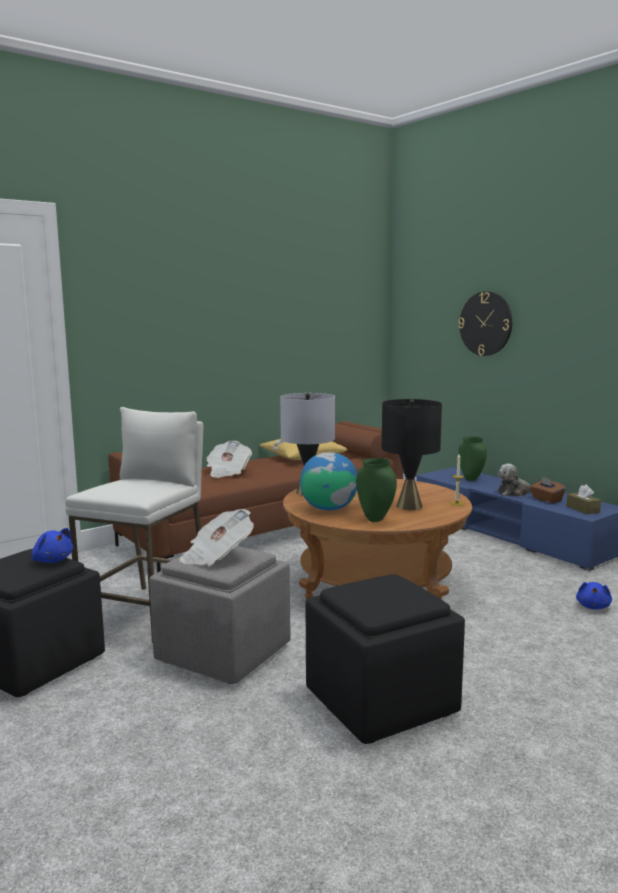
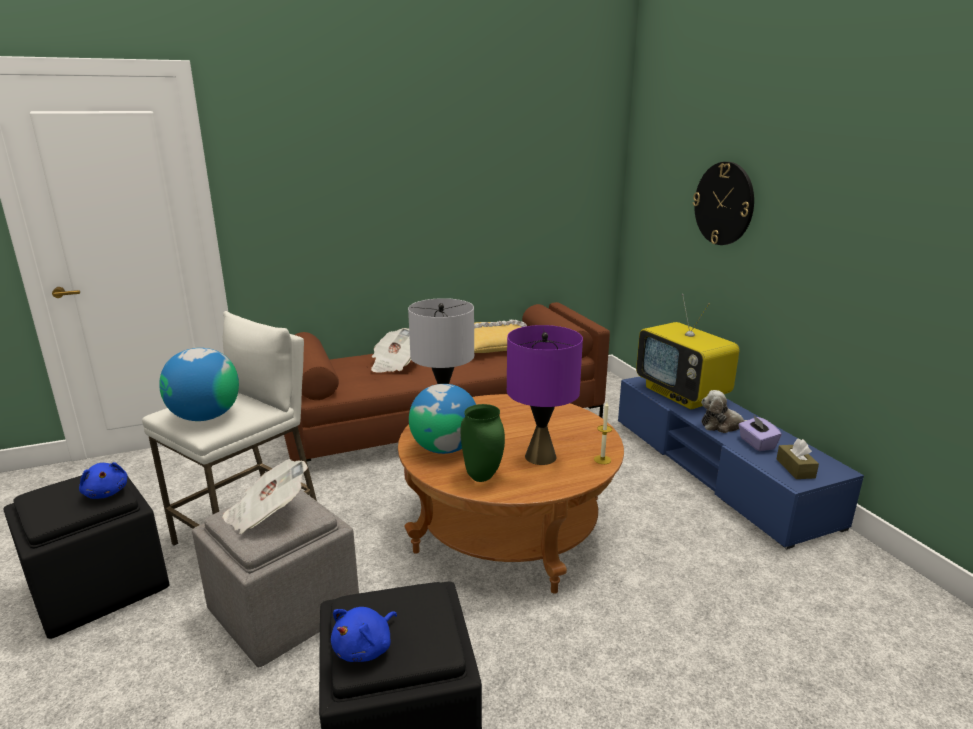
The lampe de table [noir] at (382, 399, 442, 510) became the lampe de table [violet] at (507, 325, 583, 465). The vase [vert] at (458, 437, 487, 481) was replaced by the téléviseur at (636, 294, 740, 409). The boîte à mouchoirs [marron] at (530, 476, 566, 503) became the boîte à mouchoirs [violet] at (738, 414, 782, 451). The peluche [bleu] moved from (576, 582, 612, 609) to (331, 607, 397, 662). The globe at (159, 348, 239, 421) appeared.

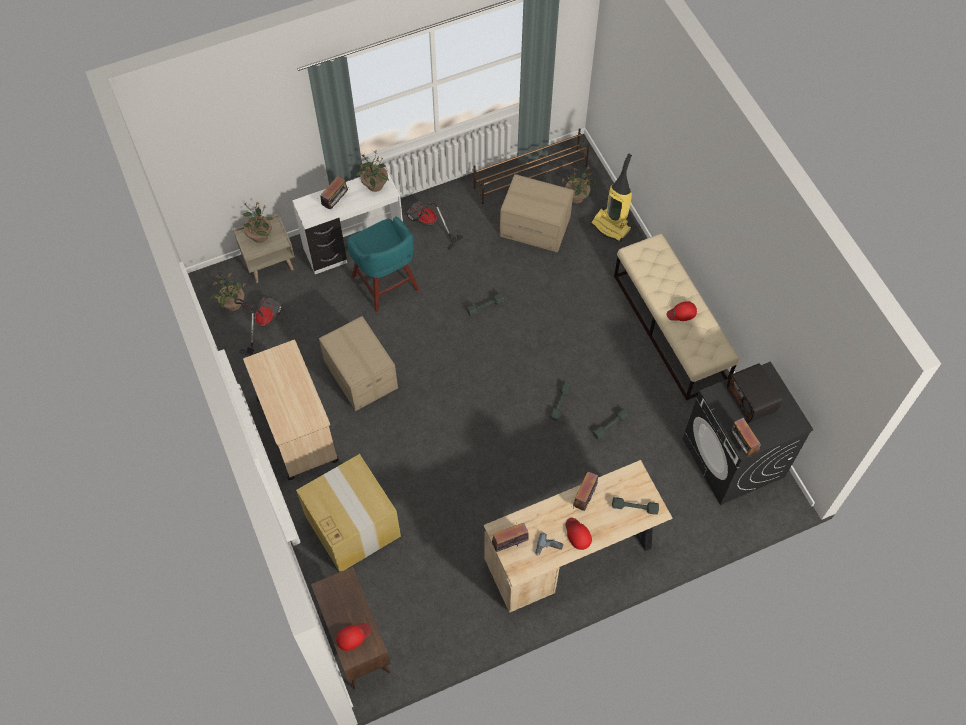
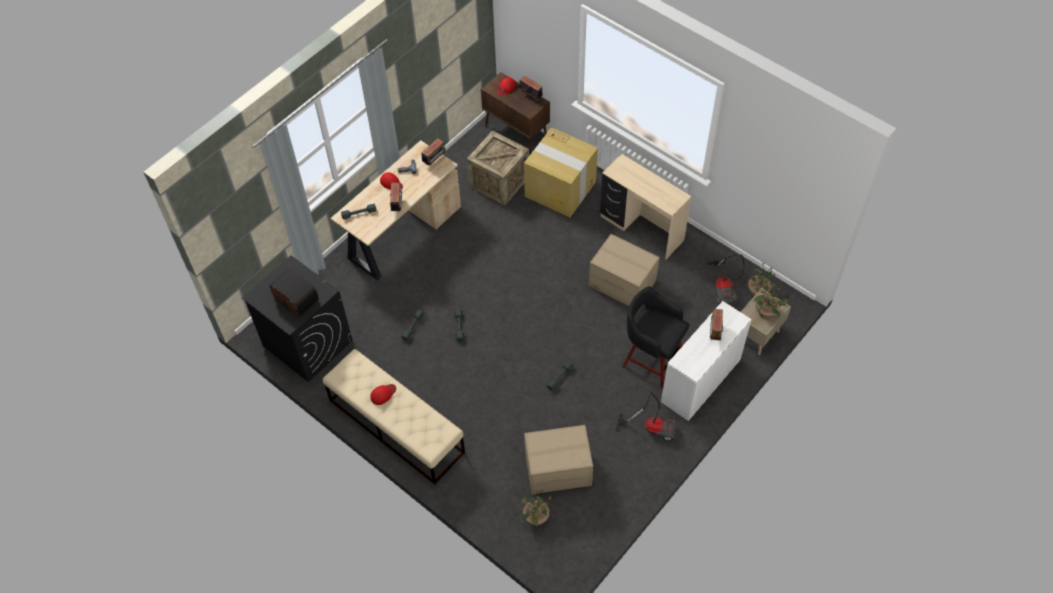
The chariot [beige] at (243, 340, 339, 480) was replaced by the bureau [beige] at (600, 154, 691, 259). The tabouret [turquoise] at (347, 216, 419, 312) became the tabouret [noir] at (622, 286, 689, 388). The plante en pot at (356, 150, 389, 192) disappeared. The étagère à chaussures [marron] at (473, 129, 590, 204) disappeared. The aspirateur at (590, 154, 632, 242) disappeared. The radio moved from (730, 418, 761, 457) to (519, 76, 543, 101). The caisse at (467, 131, 529, 205) appeared.

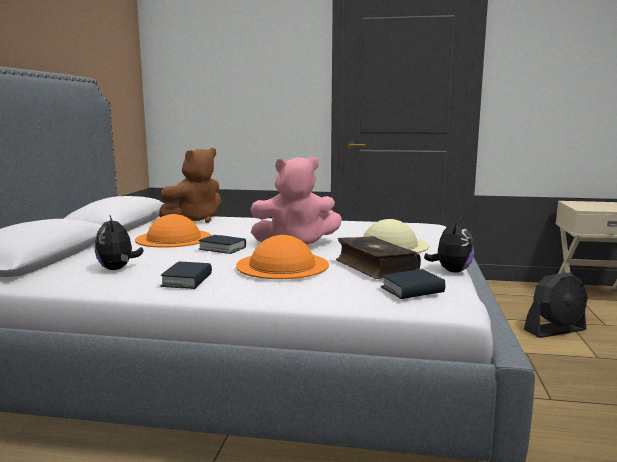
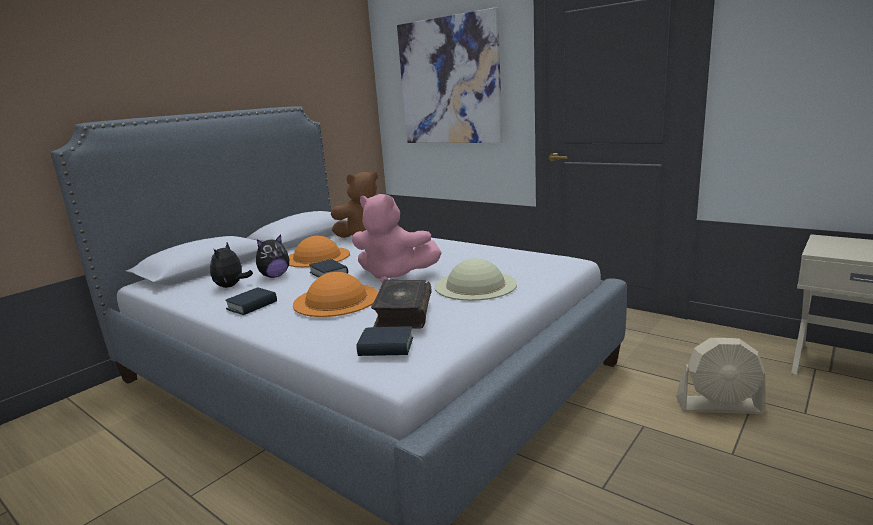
The peluche moved from (424, 217, 474, 272) to (256, 235, 289, 278). The ventilateur [noir] at (524, 272, 588, 338) became the ventilateur [beige] at (676, 338, 766, 414). The tableau at (397, 7, 502, 143) appeared.

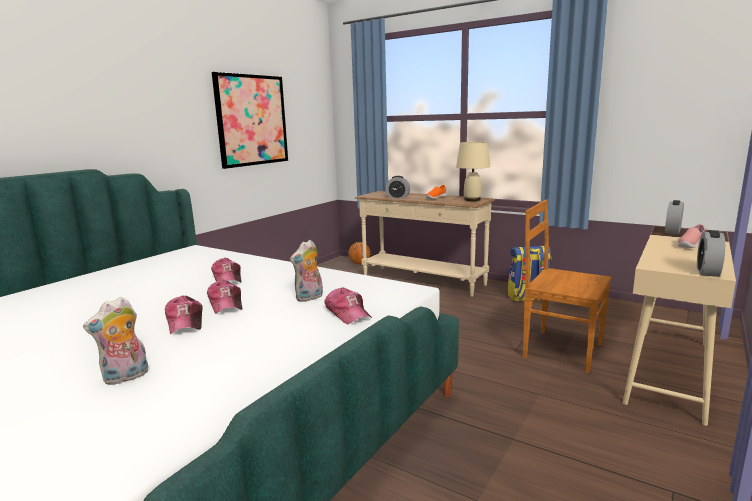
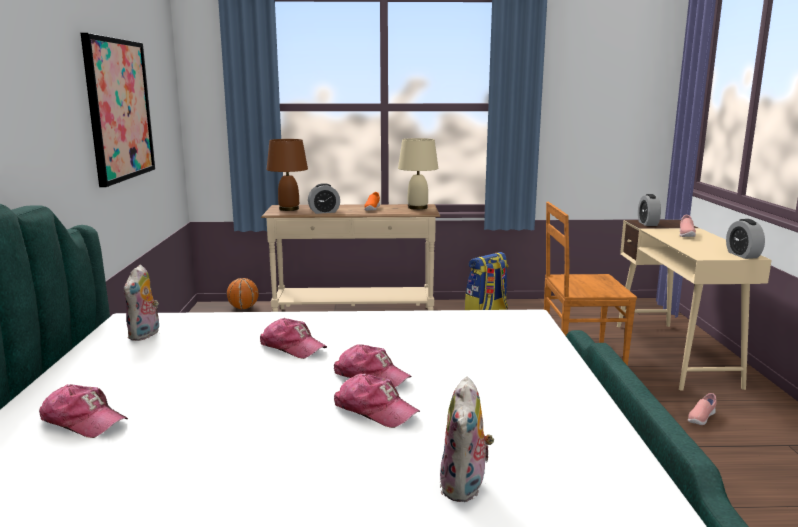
The peluche moved from (290, 240, 323, 302) to (124, 265, 159, 341). The casquette moved from (324, 287, 372, 324) to (39, 384, 128, 438). The lampe de table [marron] at (267, 139, 308, 211) appeared. The chaussure [rose] at (688, 393, 716, 425) appeared.

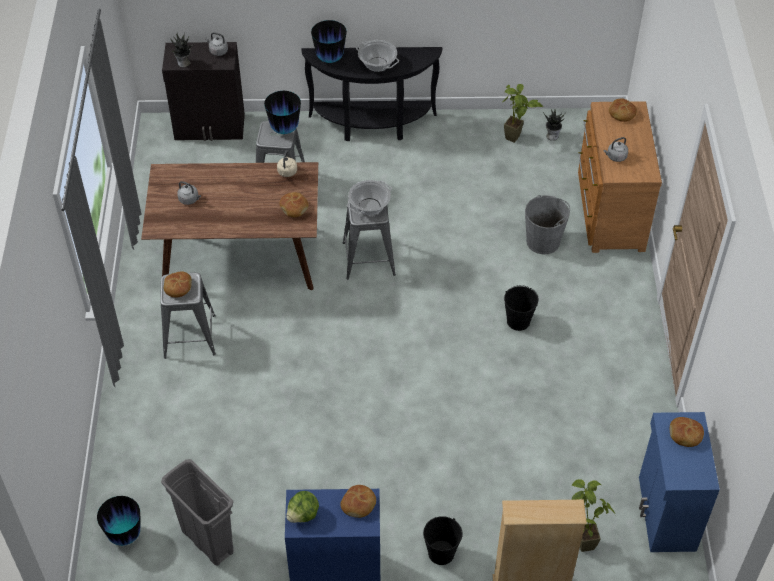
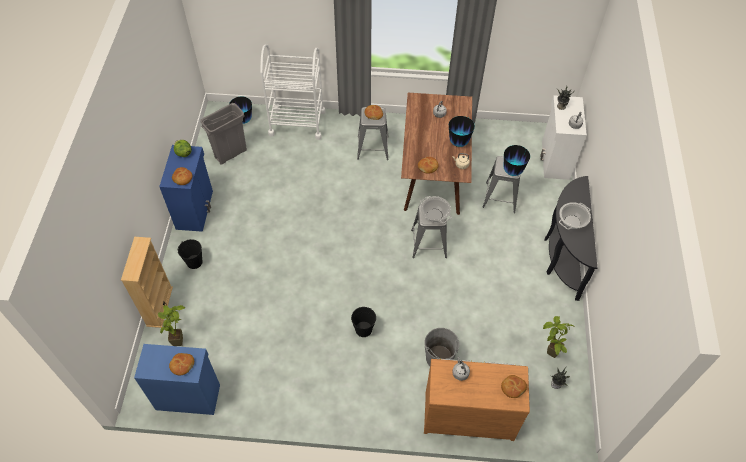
The meuble de rangement [noir] at (162, 42, 245, 141) became the meuble de rangement [blanc] at (540, 96, 587, 180). The vase moved from (311, 20, 347, 63) to (449, 116, 475, 147). The chariot [blanc] at (260, 44, 326, 140) appeared.

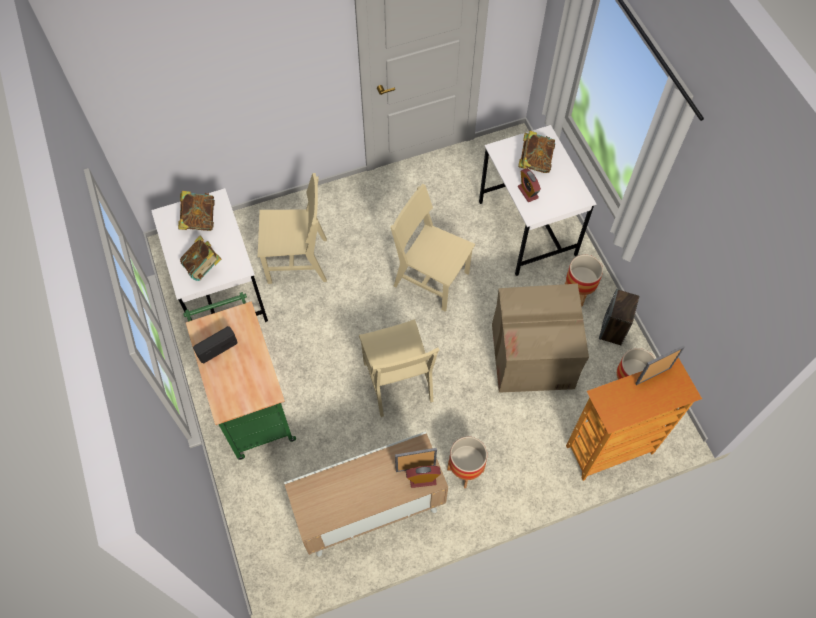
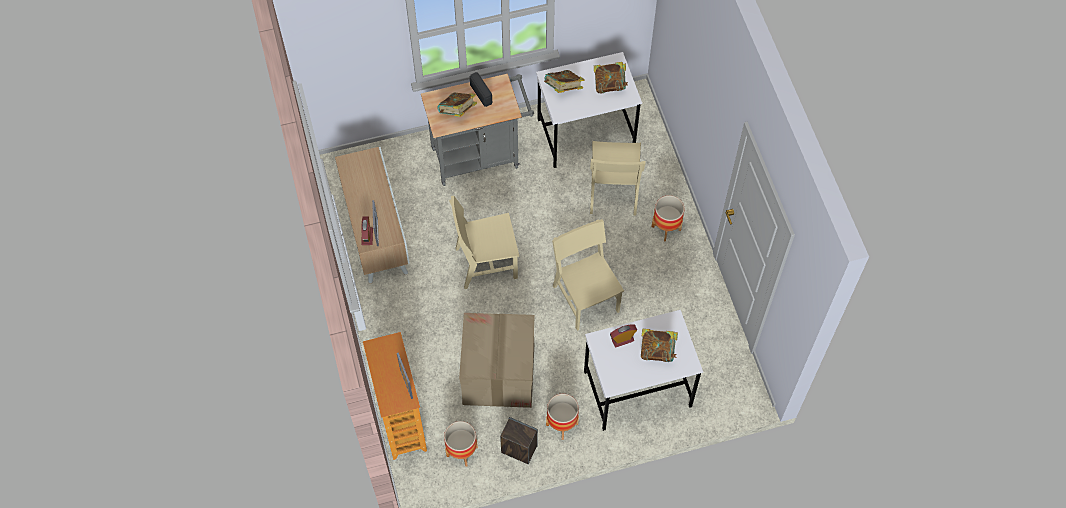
The chariot [vert] at (183, 292, 296, 460) became the chariot [gris] at (421, 74, 534, 186). The chaise [beige] at (391, 184, 475, 312) turned 60 degrees counterclockwise. The cache-pot moved from (447, 437, 487, 488) to (652, 195, 684, 242). The livre at (438, 92, 477, 117) appeared.

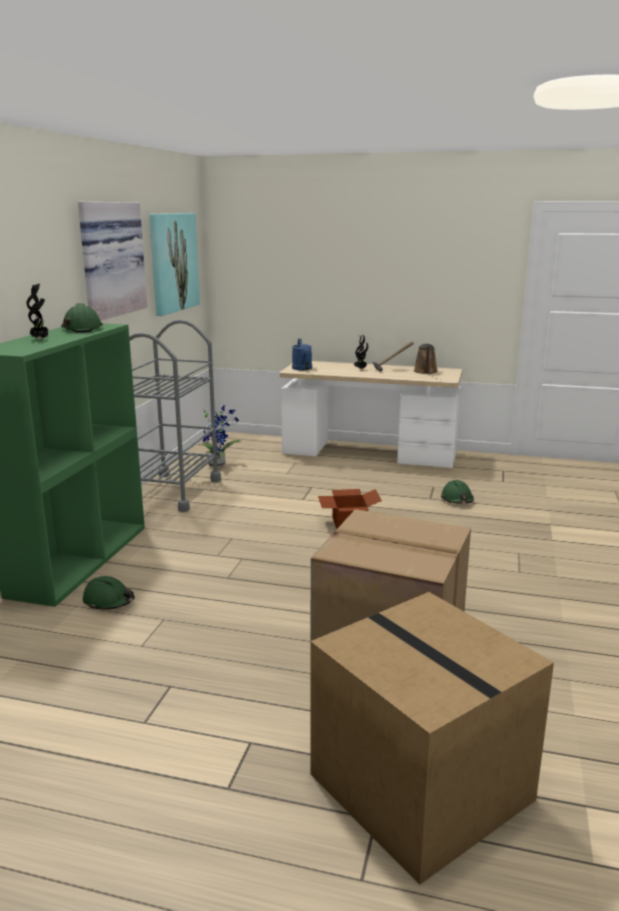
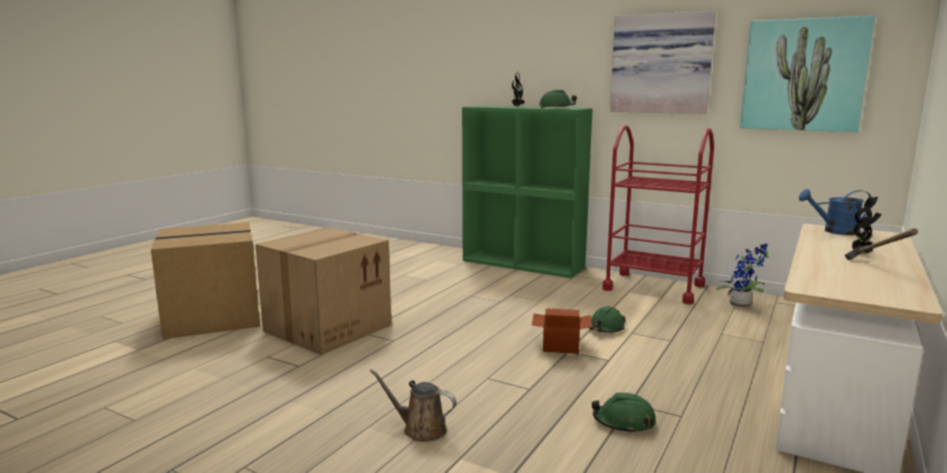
The casque de chantier [vert] moved from (83, 576, 135, 610) to (589, 306, 626, 333). The chariot [gris] at (129, 320, 221, 512) became the chariot [rouge] at (602, 125, 714, 304). The arrosoir [marron] moved from (414, 344, 438, 374) to (370, 369, 457, 442).

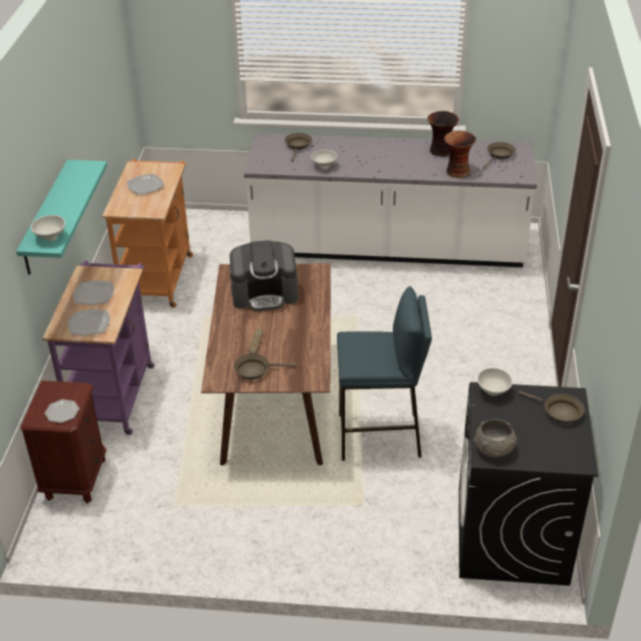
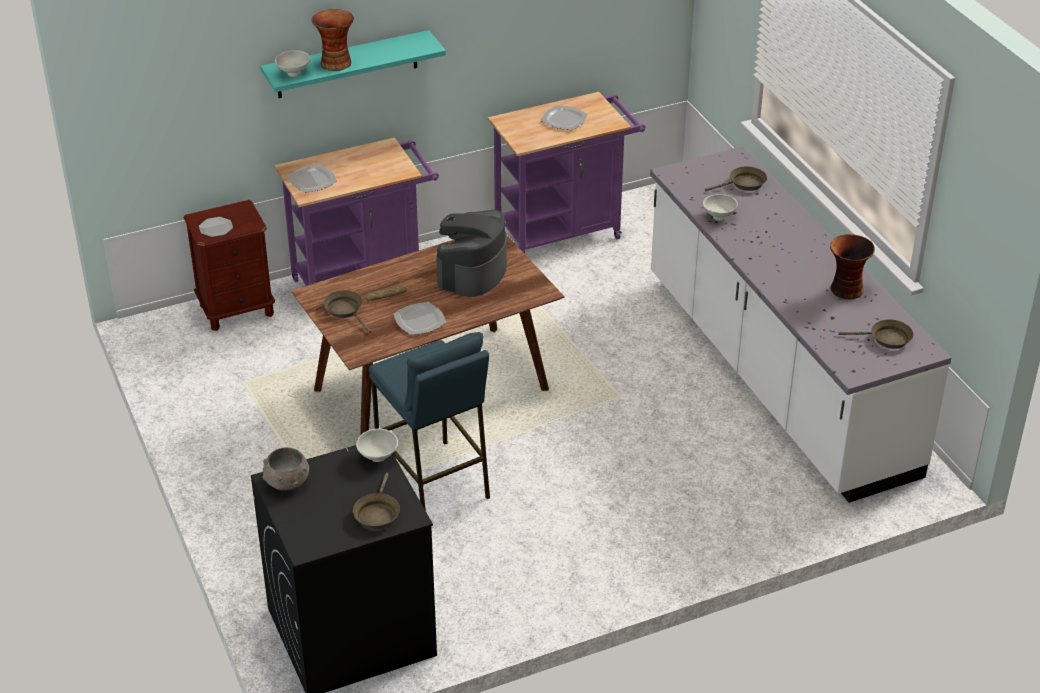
The assiette moved from (73, 280, 114, 305) to (394, 302, 446, 335). The chariot [orange] at (102, 159, 193, 308) became the chariot [violet] at (488, 92, 645, 254). The machine à café at (230, 240, 298, 311) turned 60 degrees clockwise. The vase moved from (444, 131, 476, 178) to (311, 9, 354, 71).

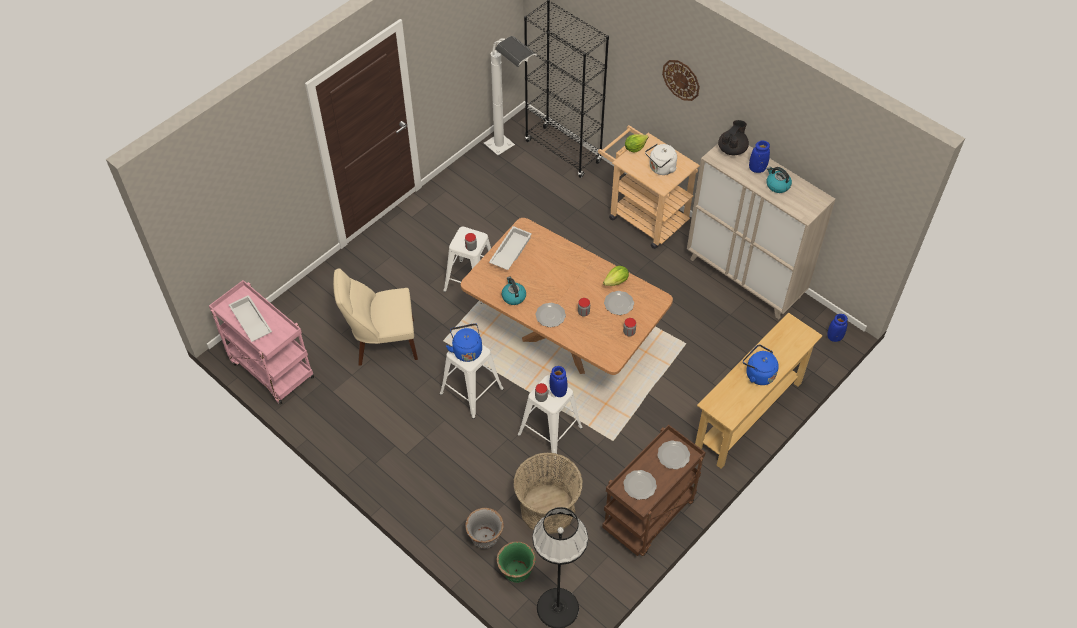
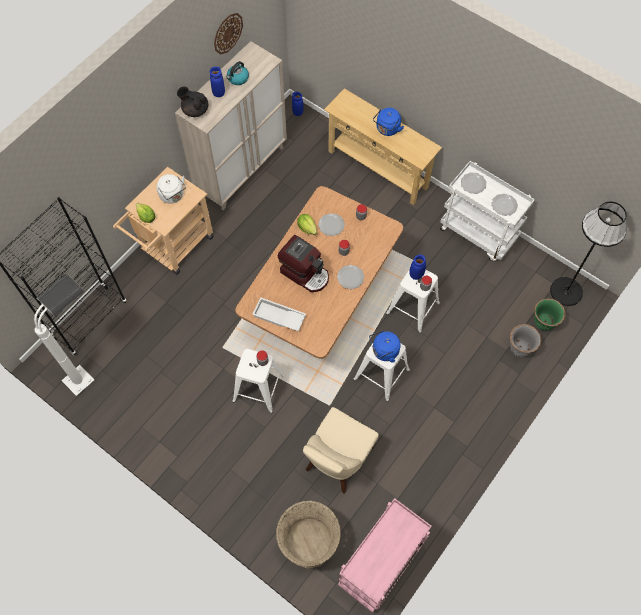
The plateau [blanc] at (229, 295, 272, 342) disappeared. The chaise [beige] at (333, 268, 418, 366) turned 45 degrees clockwise. The bouilloire at (502, 277, 526, 305) disappeared. The panier moved from (513, 453, 583, 534) to (276, 501, 341, 569). The chariot [marron] at (602, 424, 706, 556) became the chariot [blanc] at (440, 161, 535, 261). The horloge murale moved from (662, 60, 700, 101) to (214, 13, 243, 54). The machine à café at (278, 235, 329, 292) appeared.

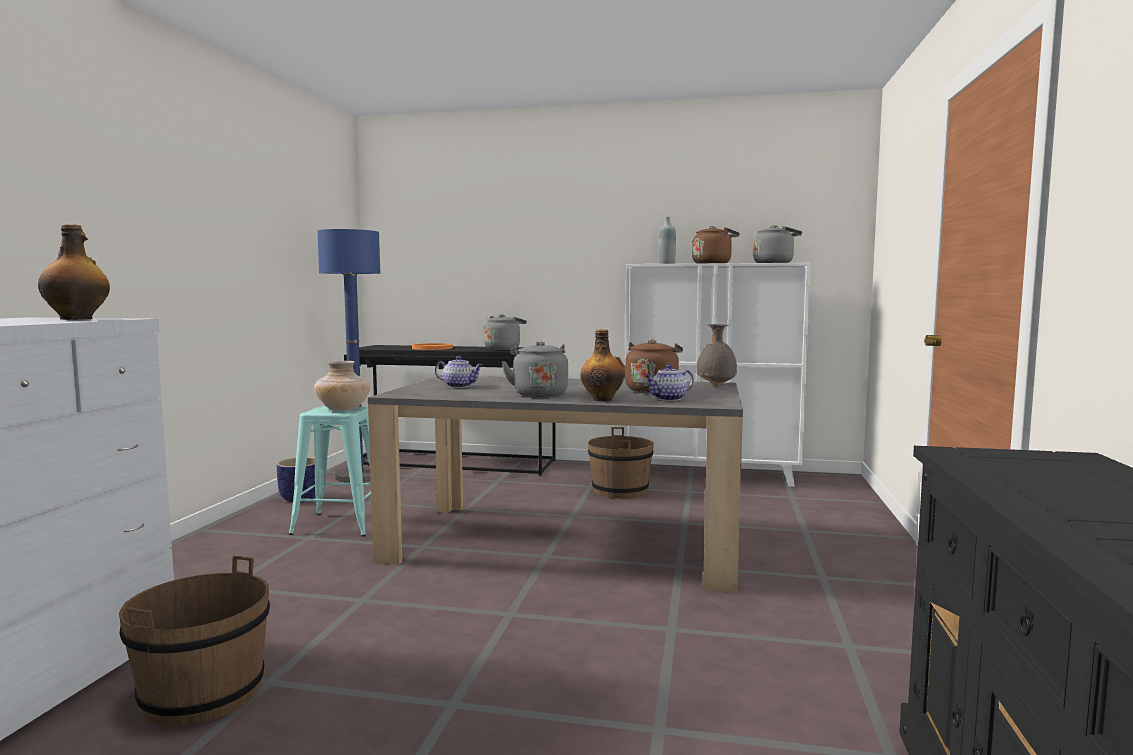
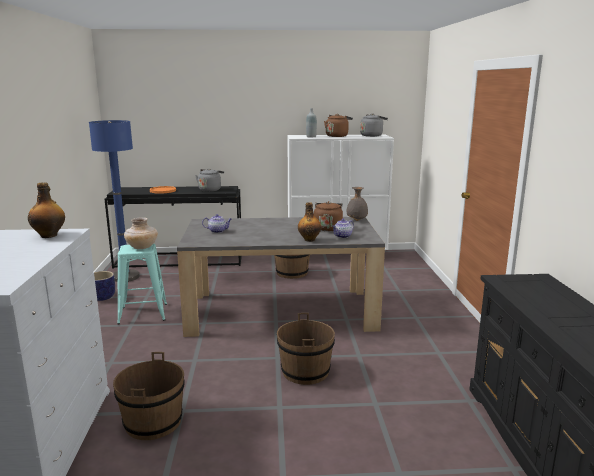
The bouilloire [gris] at (501, 341, 568, 397) disappeared. The seau [marron] at (277, 313, 335, 385) appeared.

